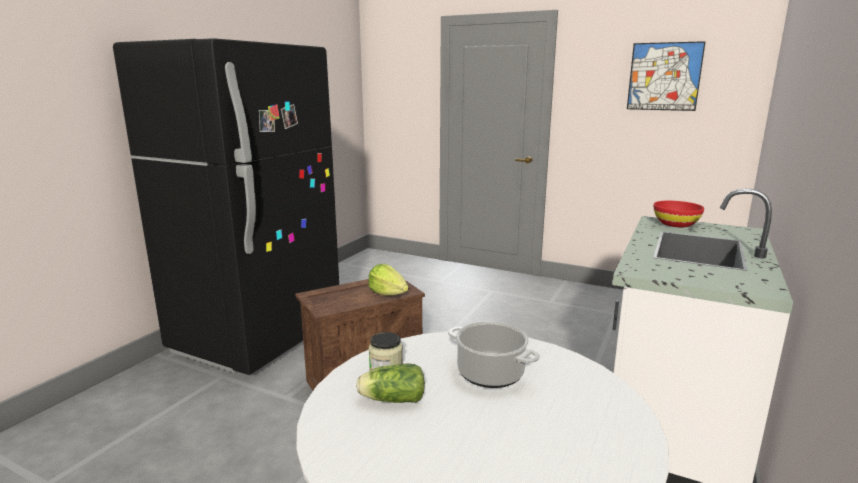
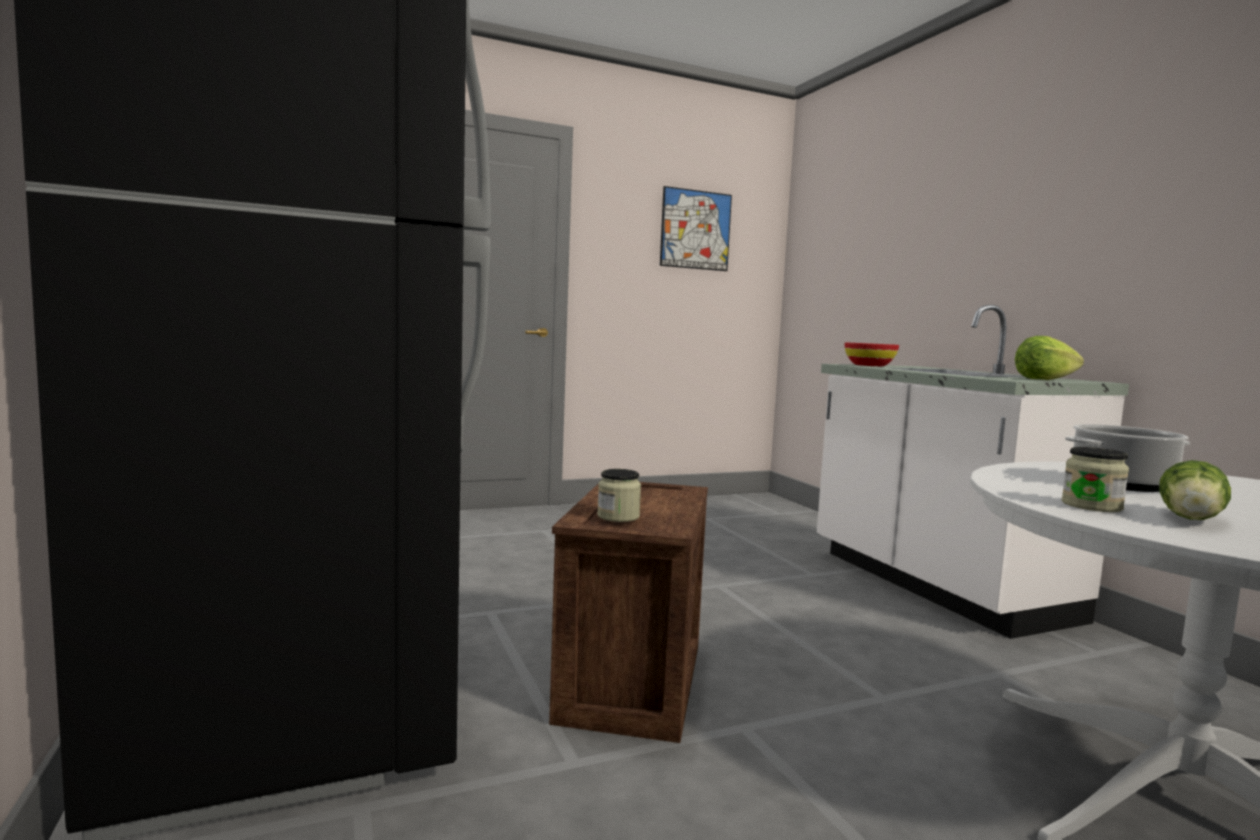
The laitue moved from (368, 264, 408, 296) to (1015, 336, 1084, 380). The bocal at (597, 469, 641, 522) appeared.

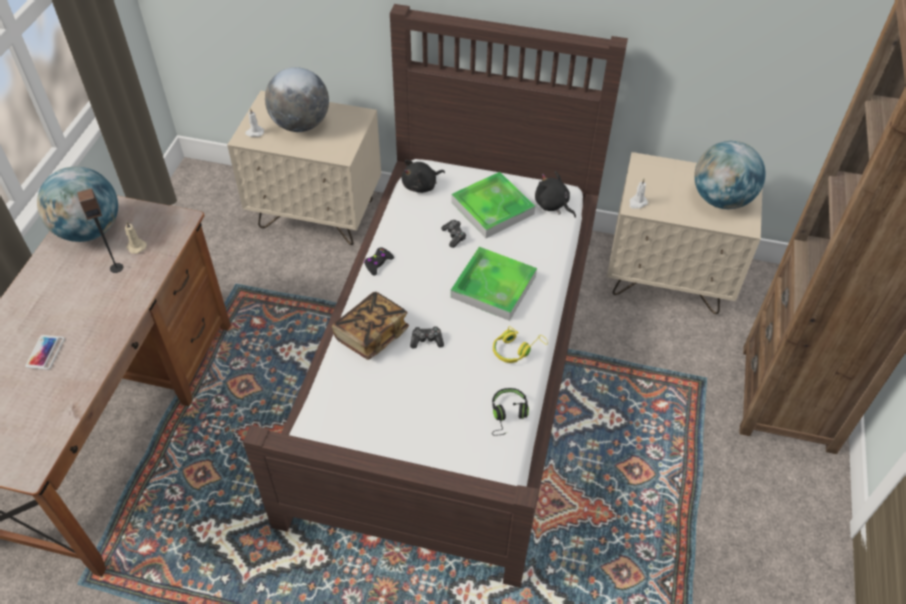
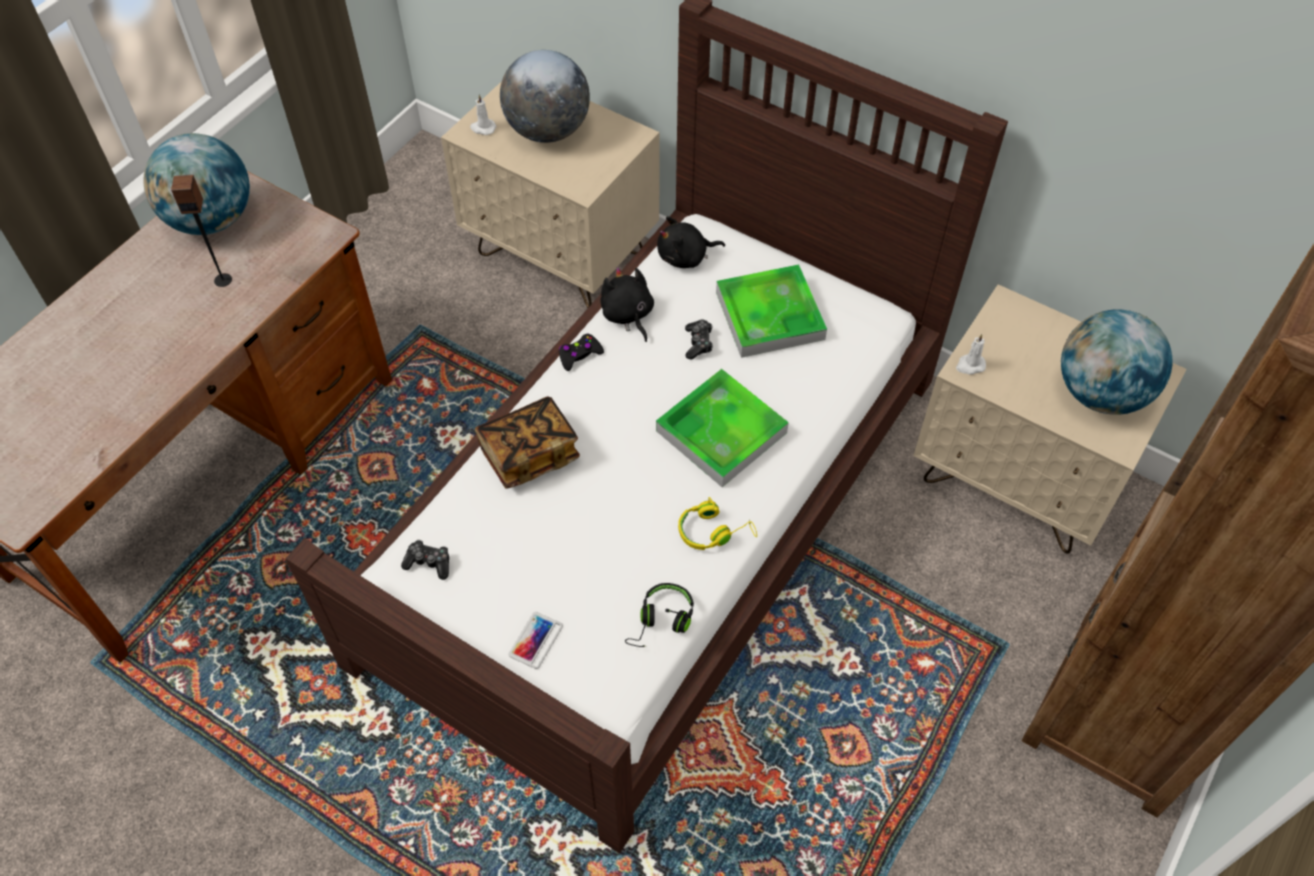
The téléphone moved from (25, 335, 65, 370) to (508, 612, 563, 669). The bougie [beige] at (125, 222, 147, 254) disappeared. The manette moved from (410, 326, 444, 349) to (401, 540, 449, 580). The peluche [noir] moved from (535, 171, 576, 218) to (600, 267, 654, 342).

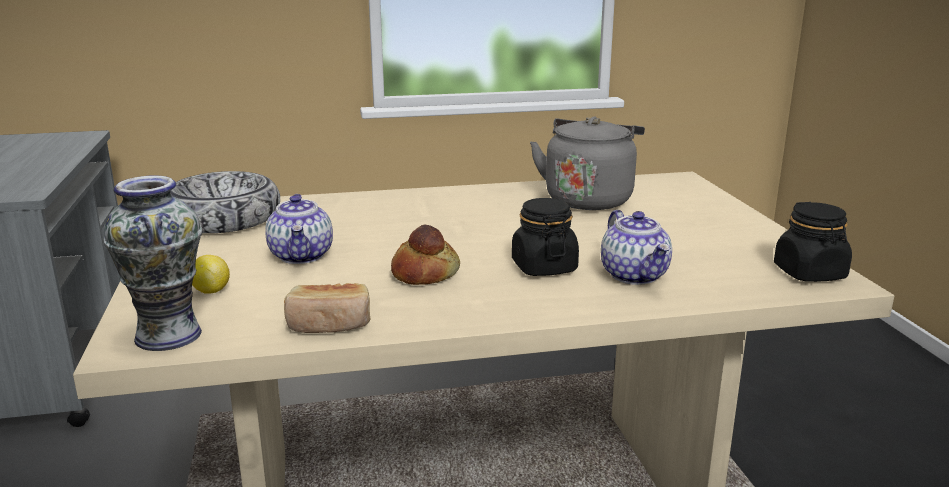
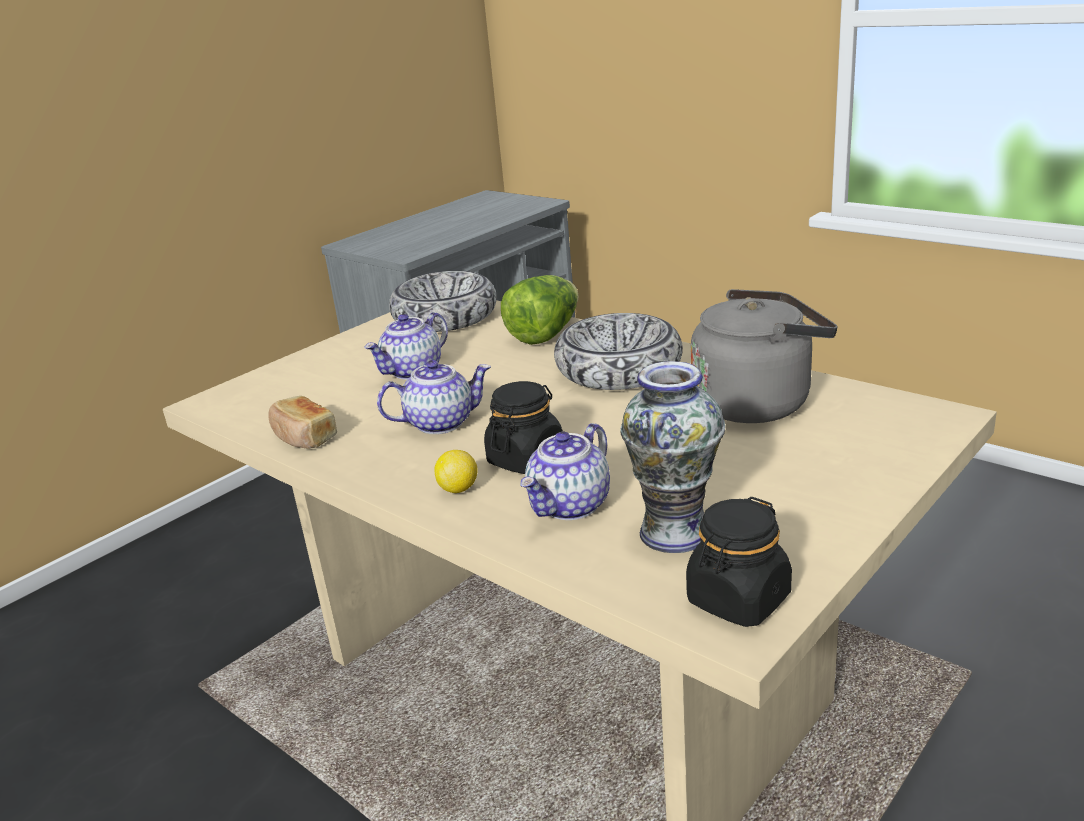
The vase moved from (103, 175, 202, 351) to (620, 361, 725, 553). The citron moved from (192, 255, 230, 294) to (435, 450, 478, 493). The pain at (391, 224, 460, 285) was replaced by the théière at (377, 360, 491, 434). The laitue at (501, 275, 579, 345) appeared. The bol at (554, 313, 683, 390) appeared.

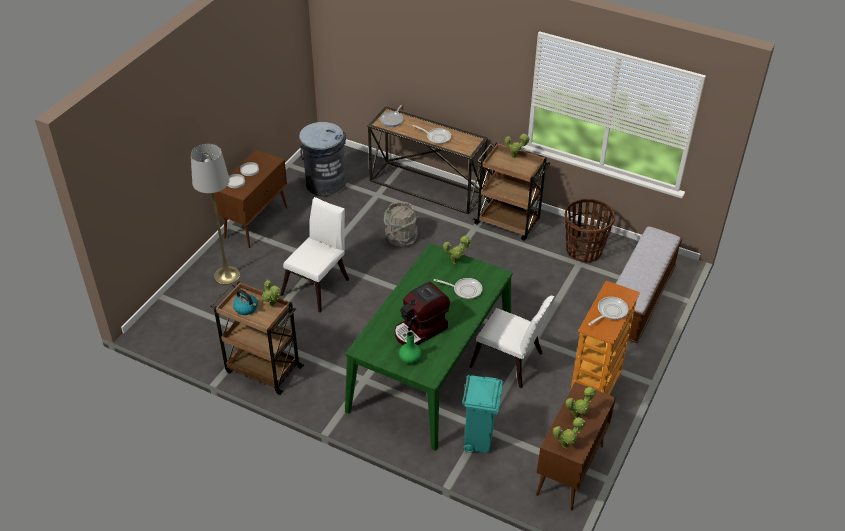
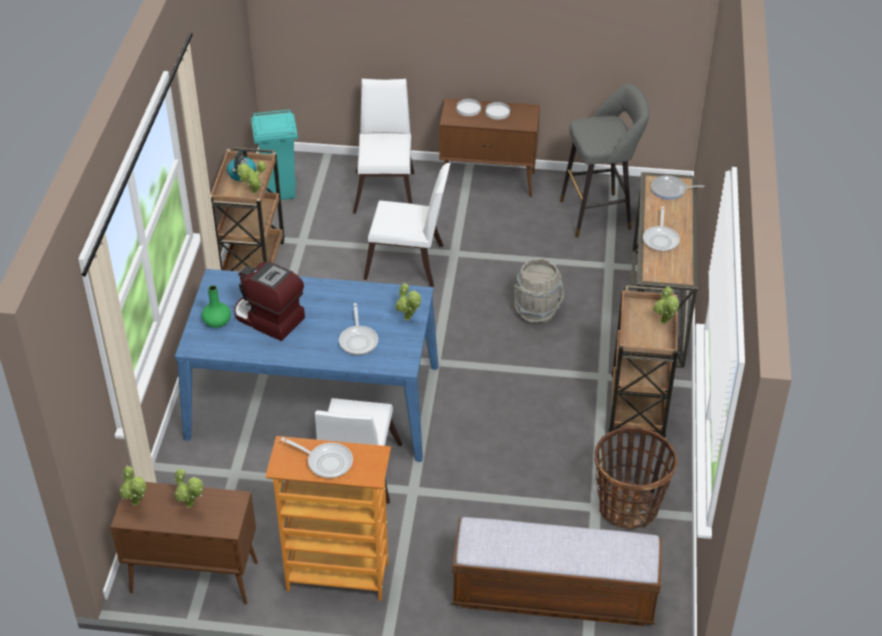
The lampadaire [gris] at (191, 144, 240, 285) was replaced by the chaise [blanc] at (353, 79, 414, 214). The poubelle [gris] at (299, 122, 346, 197) was replaced by the tabouret [gris] at (560, 84, 649, 238). The table à manger [vert] at (345, 243, 513, 451) became the table à manger [bleu] at (175, 269, 439, 462). The poubelle [turquoise] moved from (462, 375, 503, 453) to (251, 109, 298, 200).

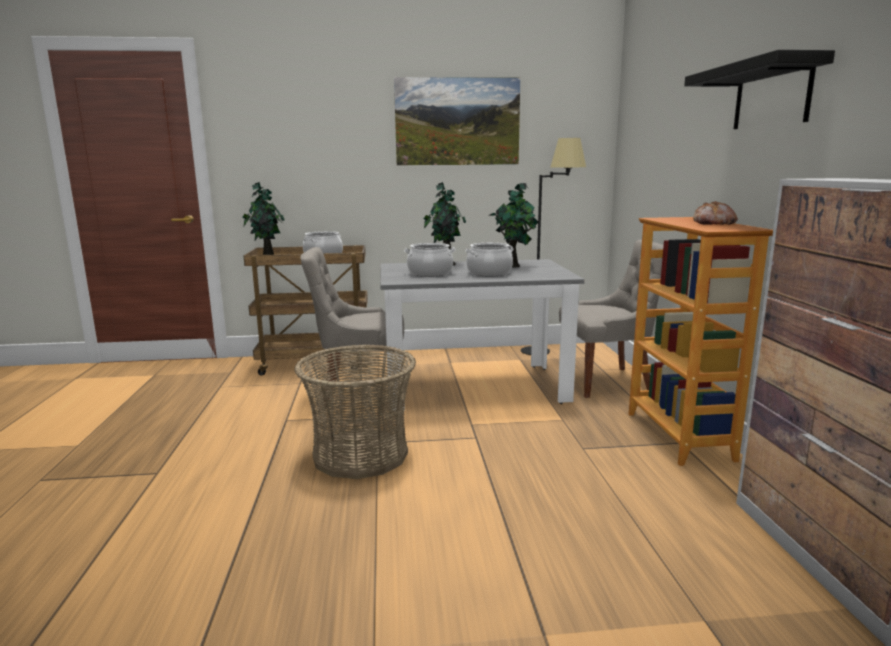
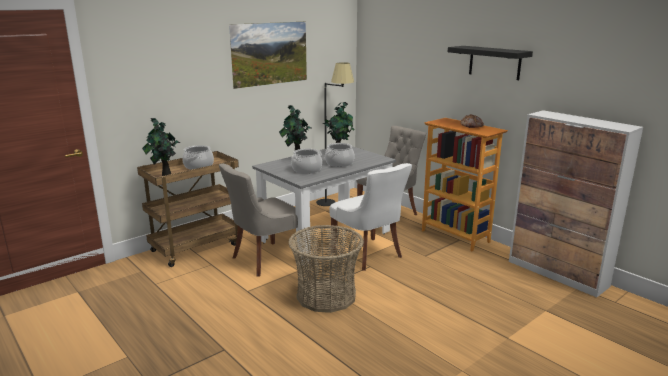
The chaise [blanc] at (329, 163, 412, 271) appeared.

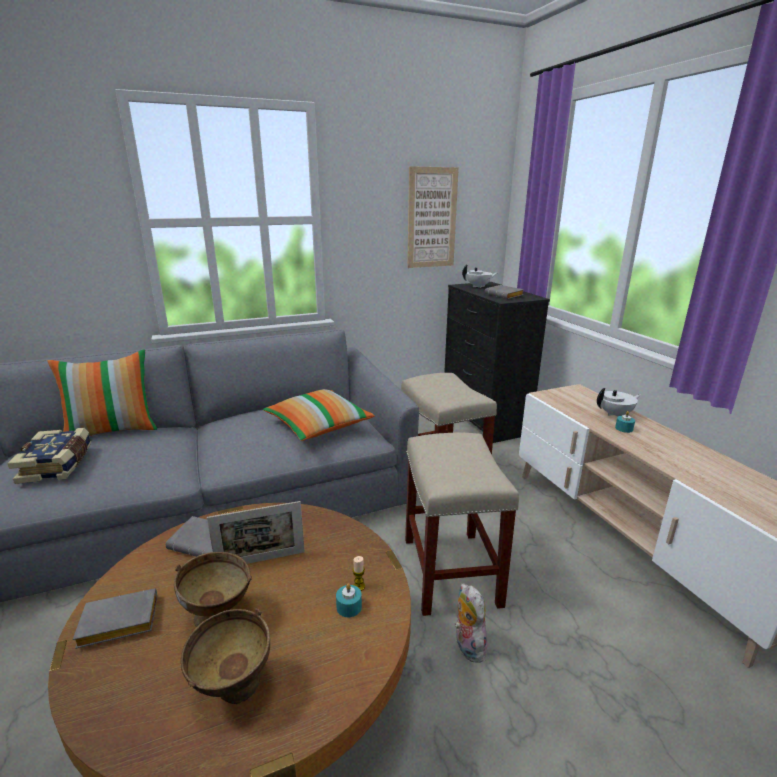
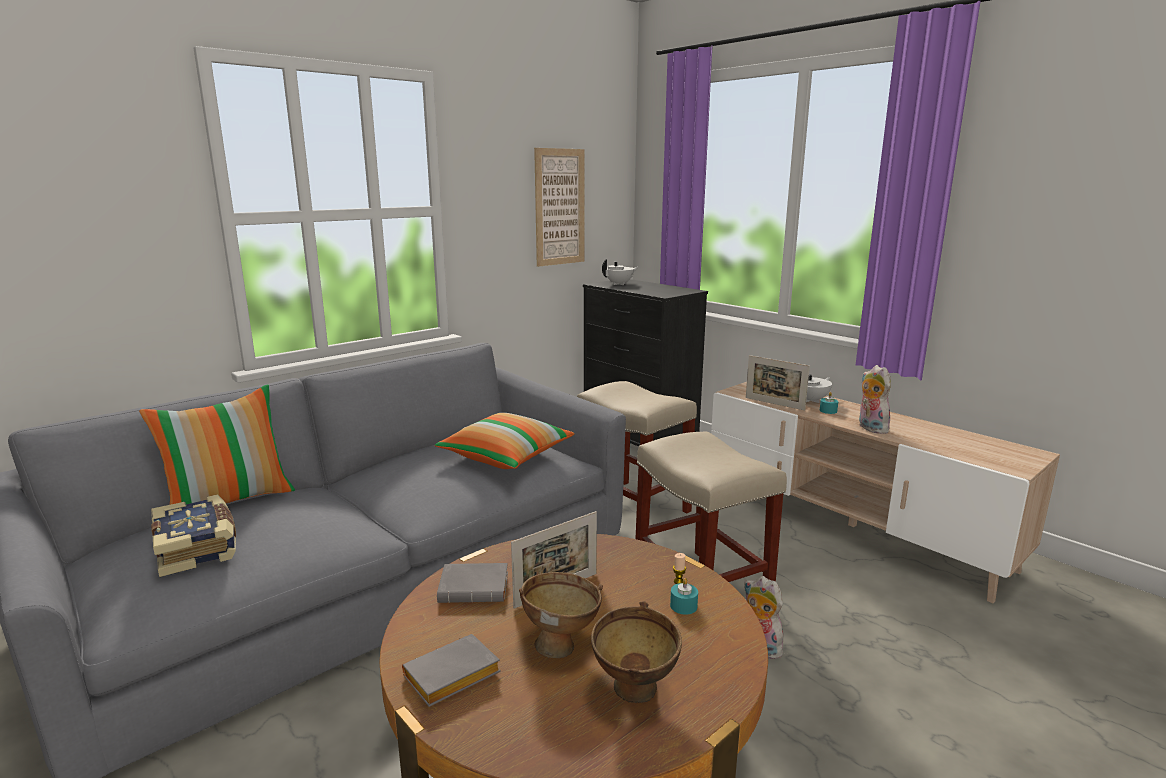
The livre [gris] at (485, 285, 524, 299) disappeared. The cadre photo at (746, 355, 810, 411) appeared. The peluche at (859, 365, 891, 434) appeared.

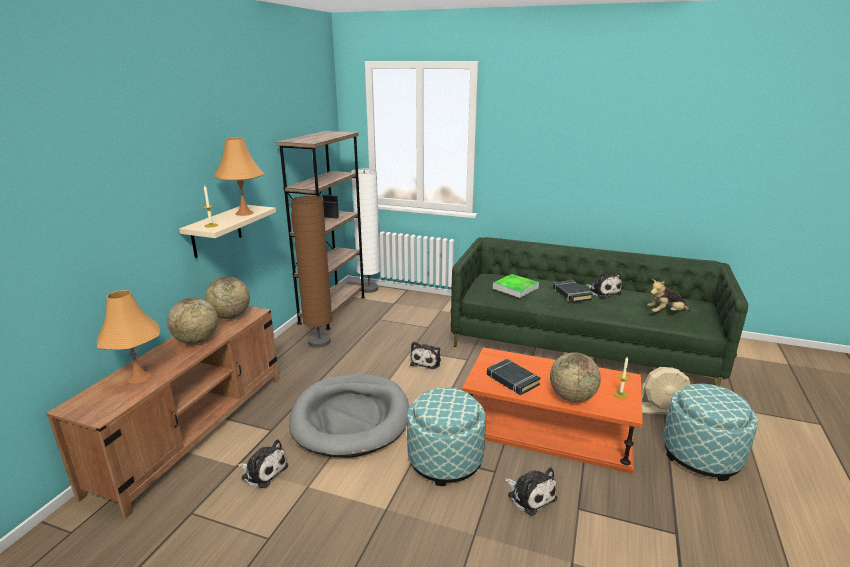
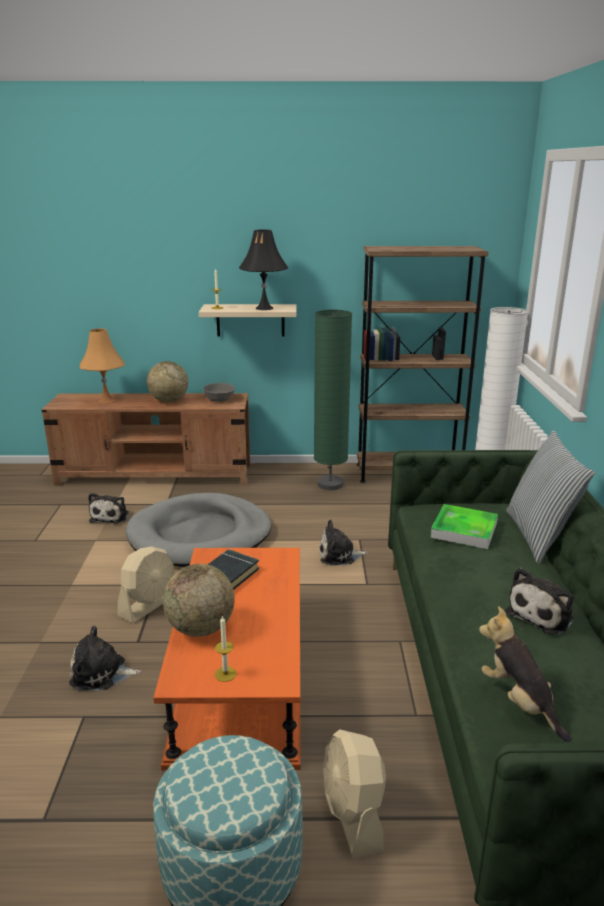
The globe at (205, 277, 250, 319) was replaced by the bol [gris] at (203, 383, 235, 402). The lampe de table [orange] at (214, 138, 264, 216) became the lampe de table [noir] at (239, 230, 288, 310). The lampadaire [marron] at (291, 196, 332, 348) became the lampadaire [vert] at (314, 310, 352, 490). The pouf at (407, 387, 486, 486) was replaced by the ventilateur [beige] at (118, 546, 174, 623). The peluche at (505, 467, 557, 516) turned 60 degrees clockwise. The livre [noir] at (553, 280, 593, 303) disappeared. The coussin at (506, 430, 595, 564) appeared.

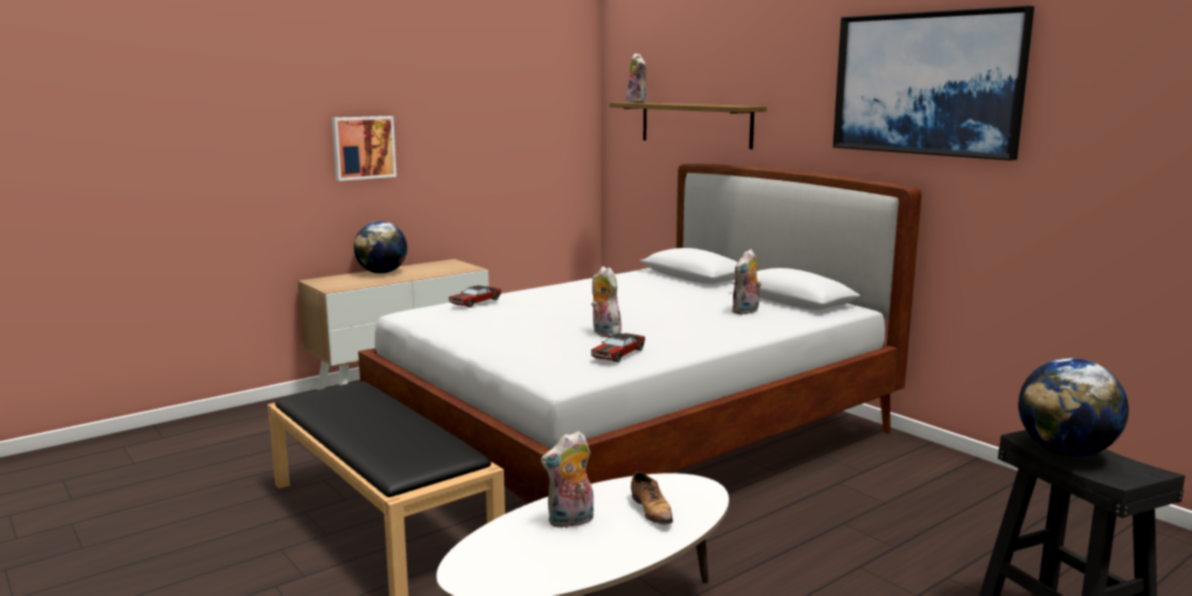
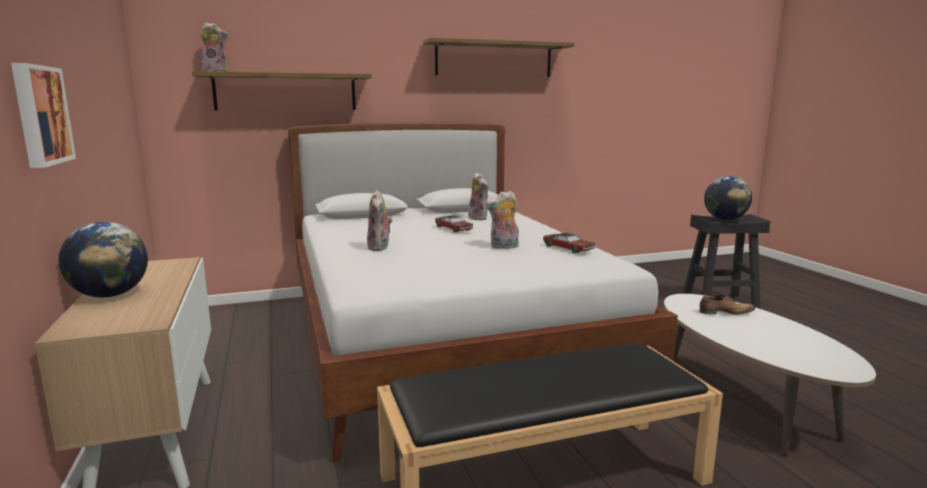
The petite voiture moved from (449, 285, 501, 308) to (435, 215, 473, 233). The peluche moved from (541, 431, 594, 528) to (367, 190, 392, 251). The tableau at (833, 6, 1034, 161) was replaced by the étagère at (423, 37, 574, 77).

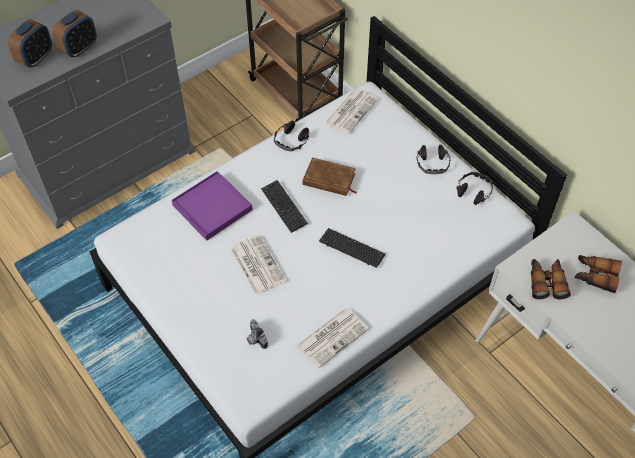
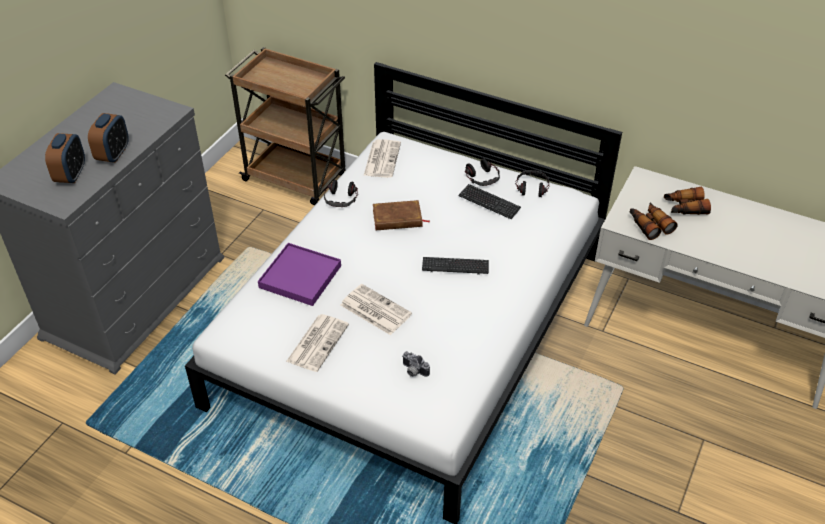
The clavier moved from (261, 180, 308, 233) to (459, 184, 521, 219). The journal moved from (296, 308, 368, 368) to (286, 314, 349, 372).

